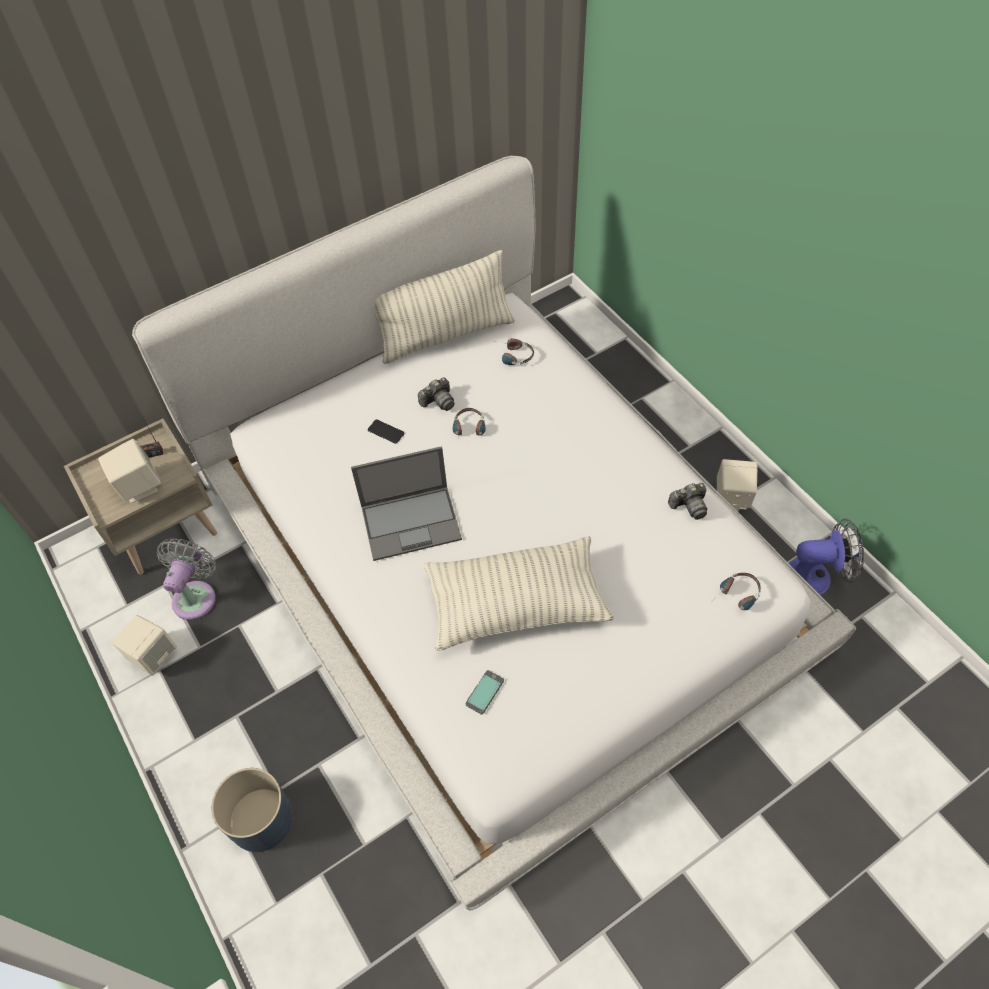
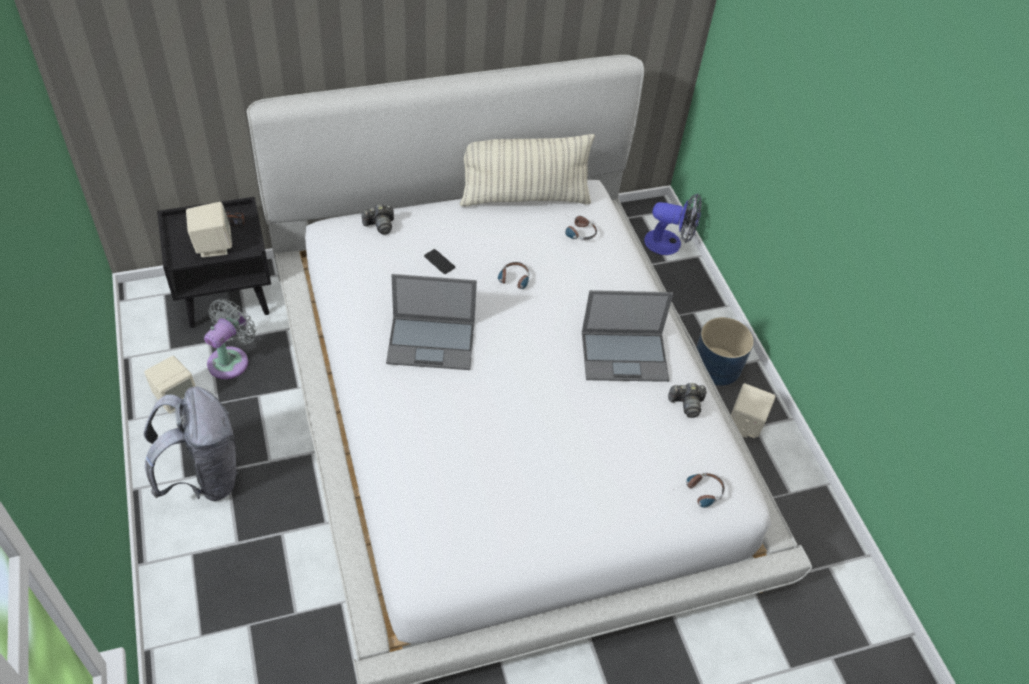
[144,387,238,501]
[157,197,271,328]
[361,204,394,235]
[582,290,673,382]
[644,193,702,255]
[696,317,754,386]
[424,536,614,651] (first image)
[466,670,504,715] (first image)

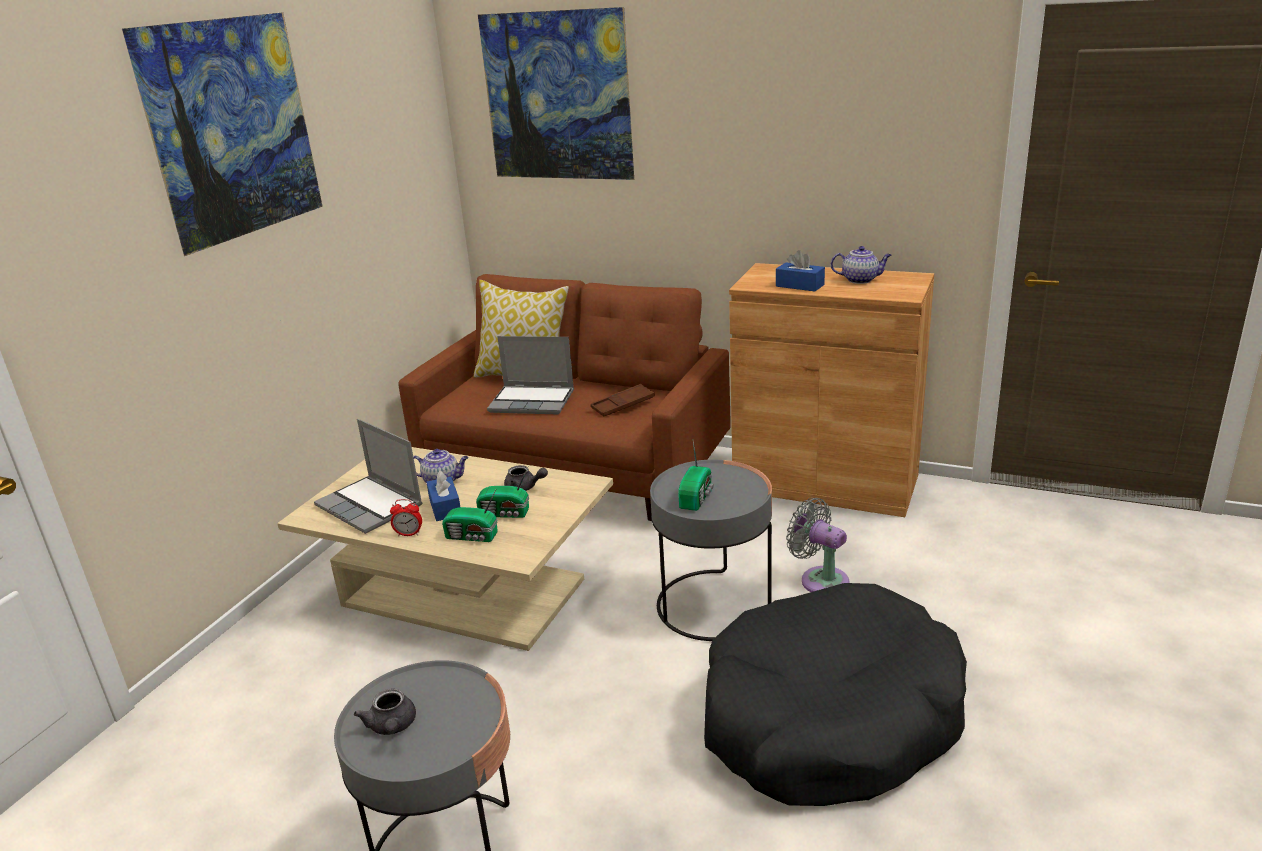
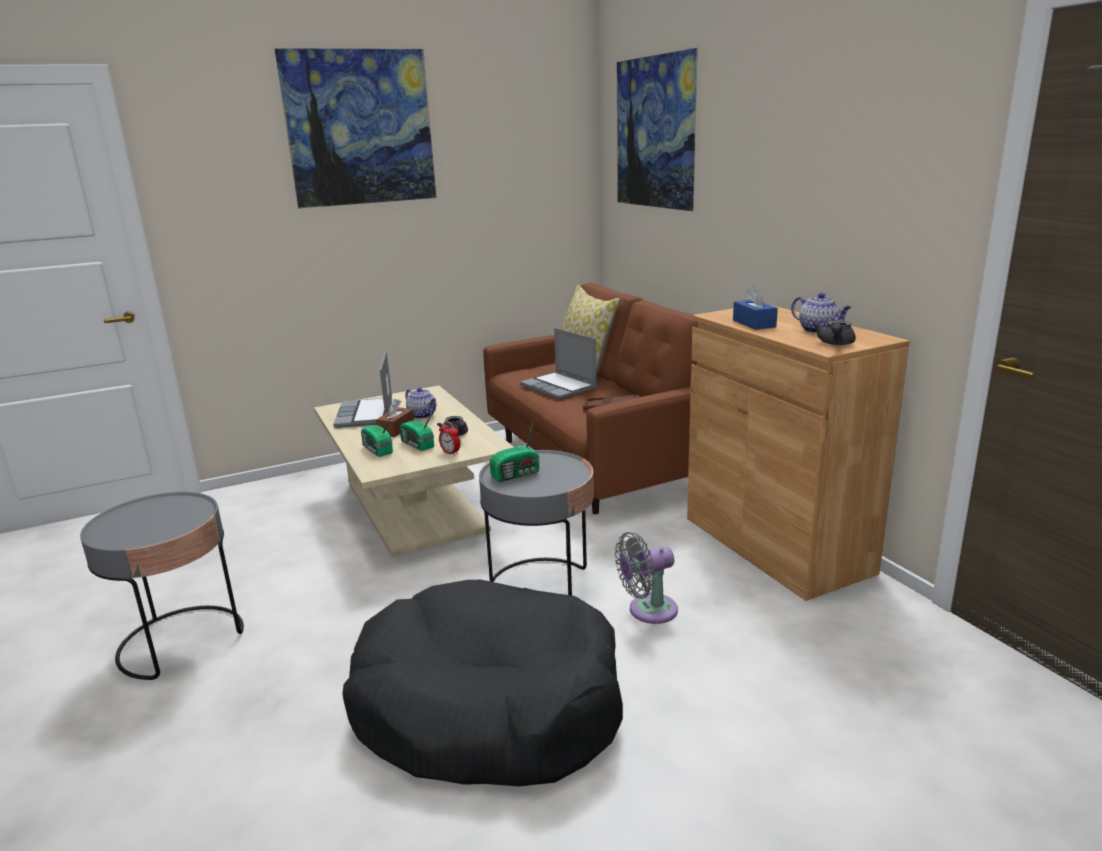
[376,399,414,437]
[439,421,460,456]
[615,532,678,624]
[813,320,856,345]

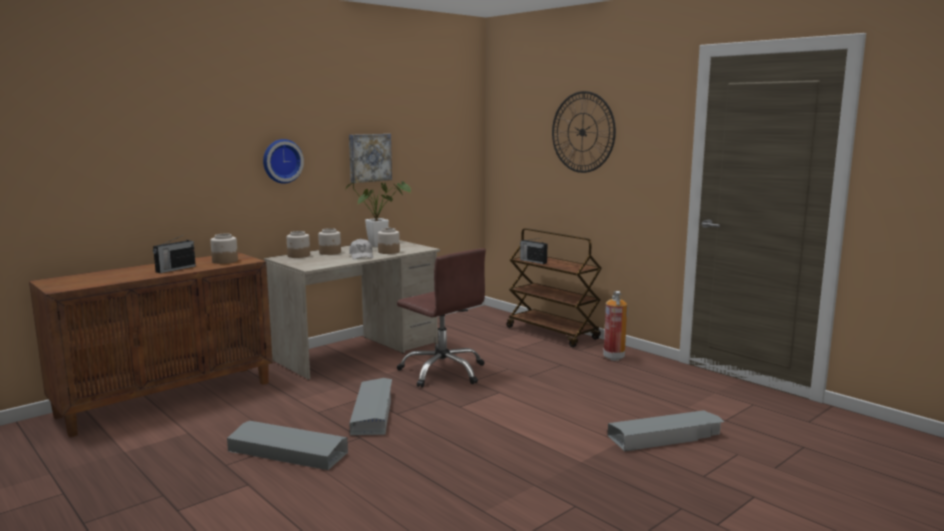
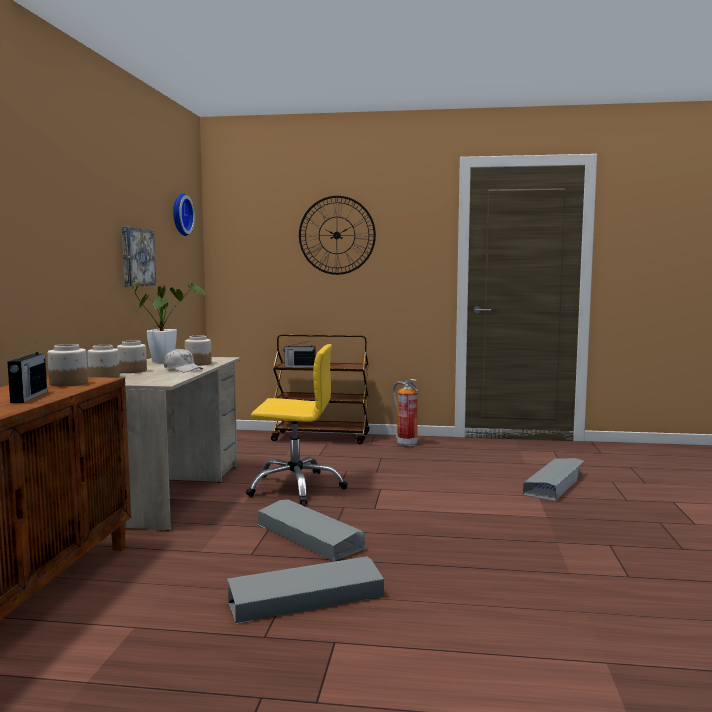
[173,193,195,236]
[246,344,348,504]

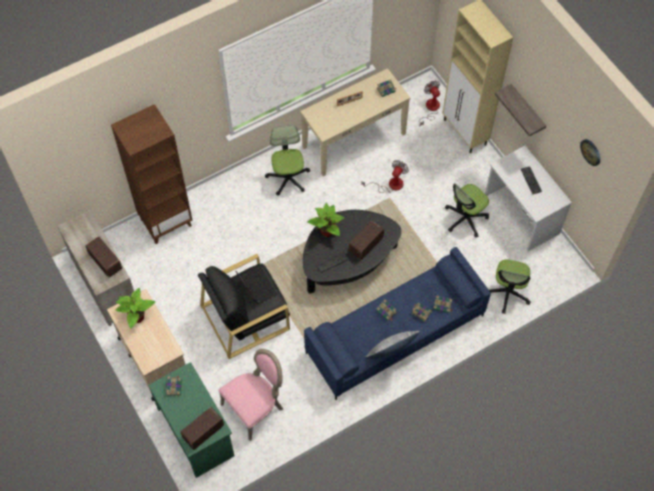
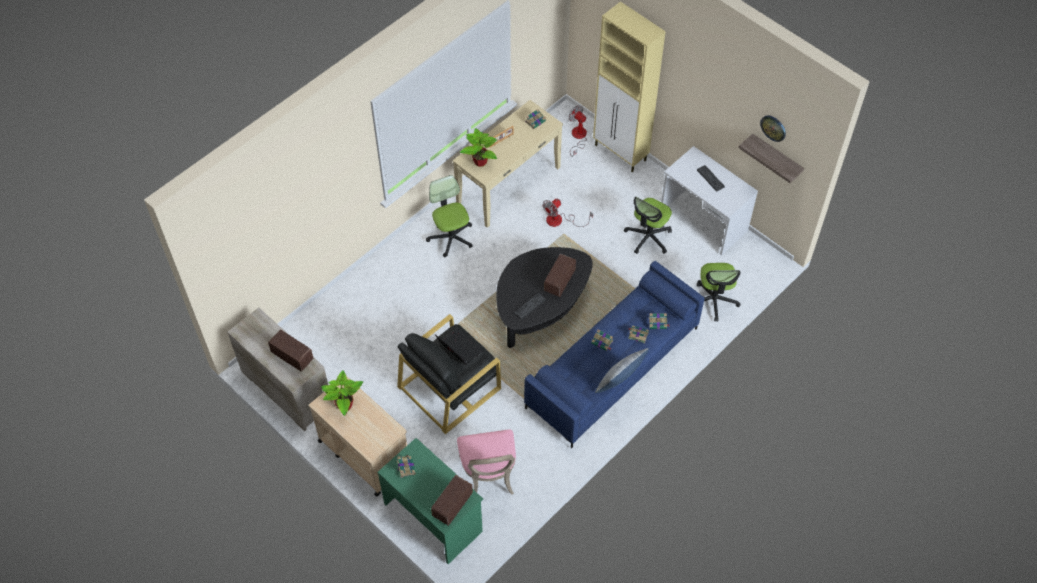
[457,429,516,495]
[460,128,497,167]
[542,199,593,227]
[739,134,804,183]
[111,104,192,244] (first image)

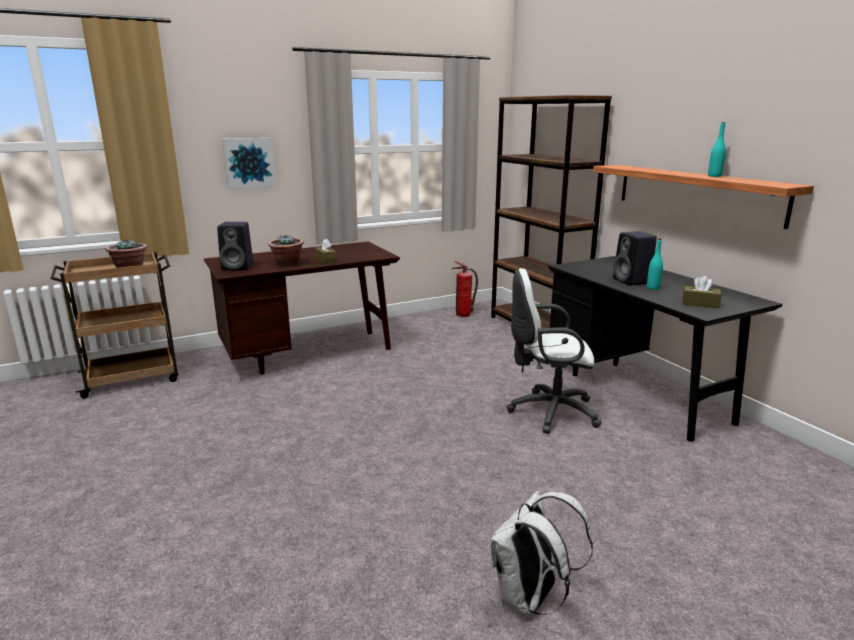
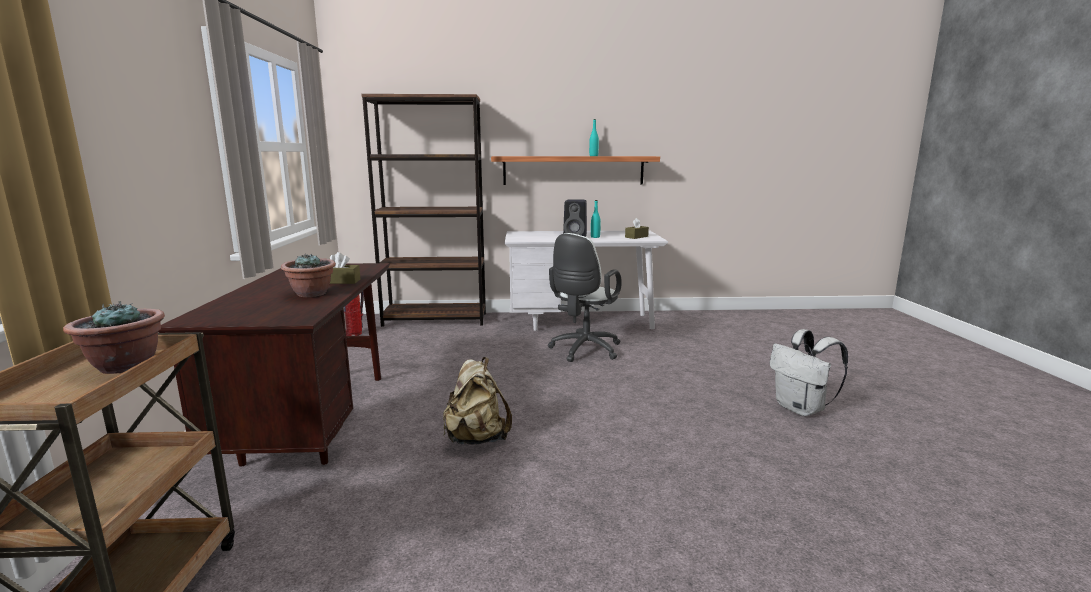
[443,357,512,445]
[505,230,668,331]
[217,222,253,270] (first image)
[222,138,276,189] (first image)

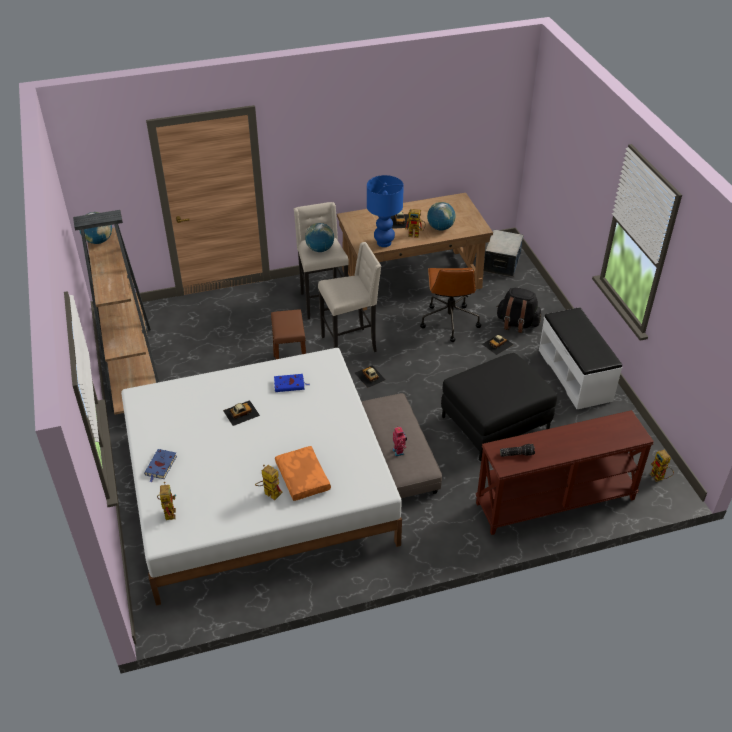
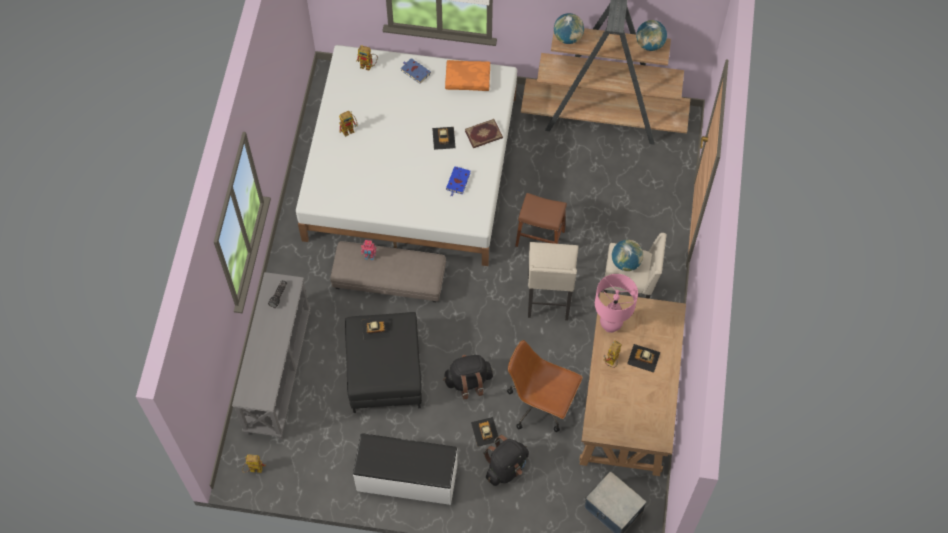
[232,272,311,440]
[362,317,391,340]
[443,355,493,399]
[445,60,490,91]
[465,119,503,148]
[554,13,584,44]
[595,274,638,333]

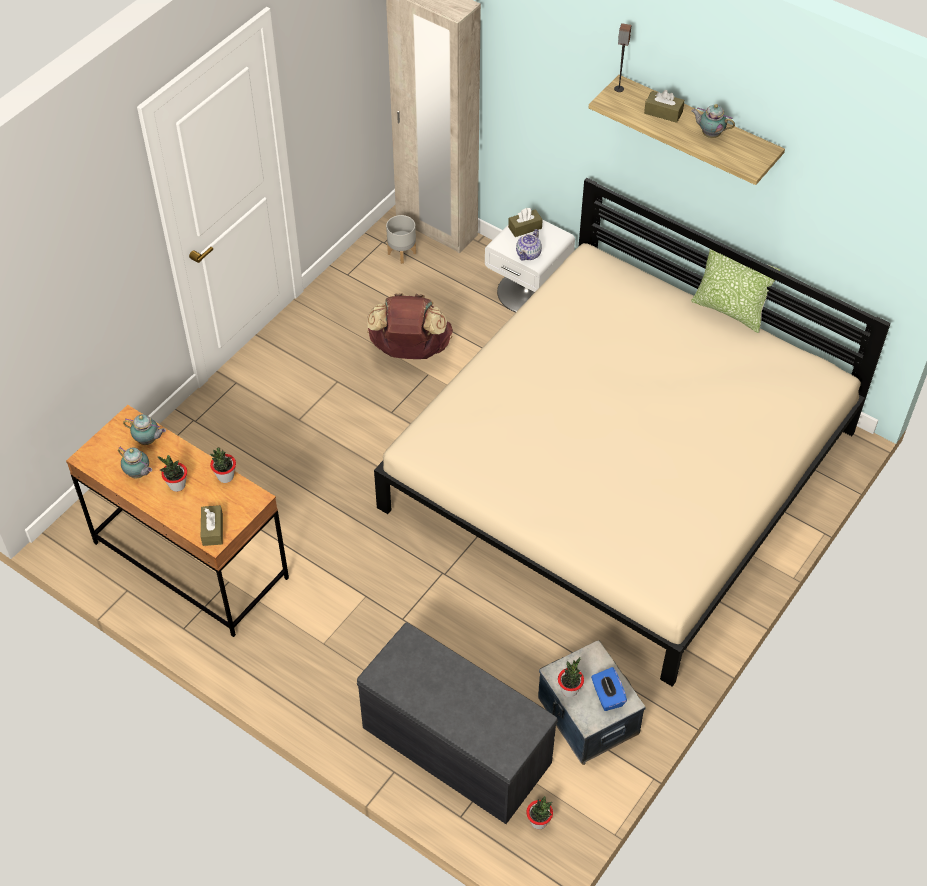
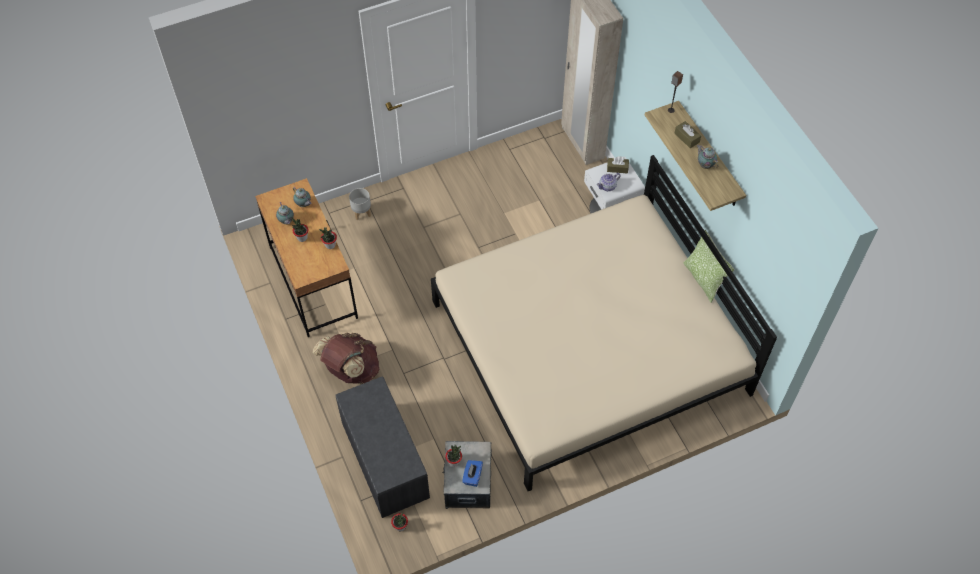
[312,333,379,384]
[349,188,371,220]
[201,505,223,546] (first image)

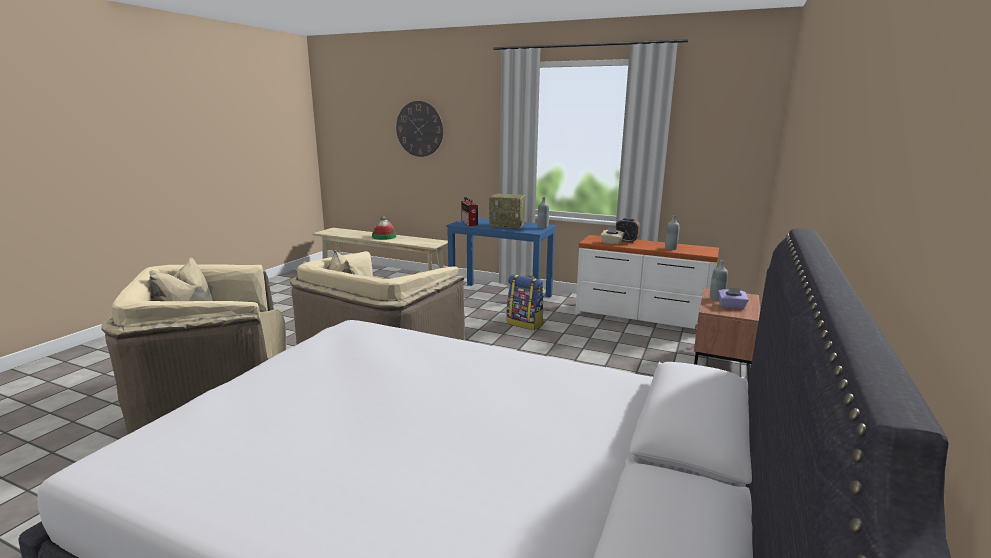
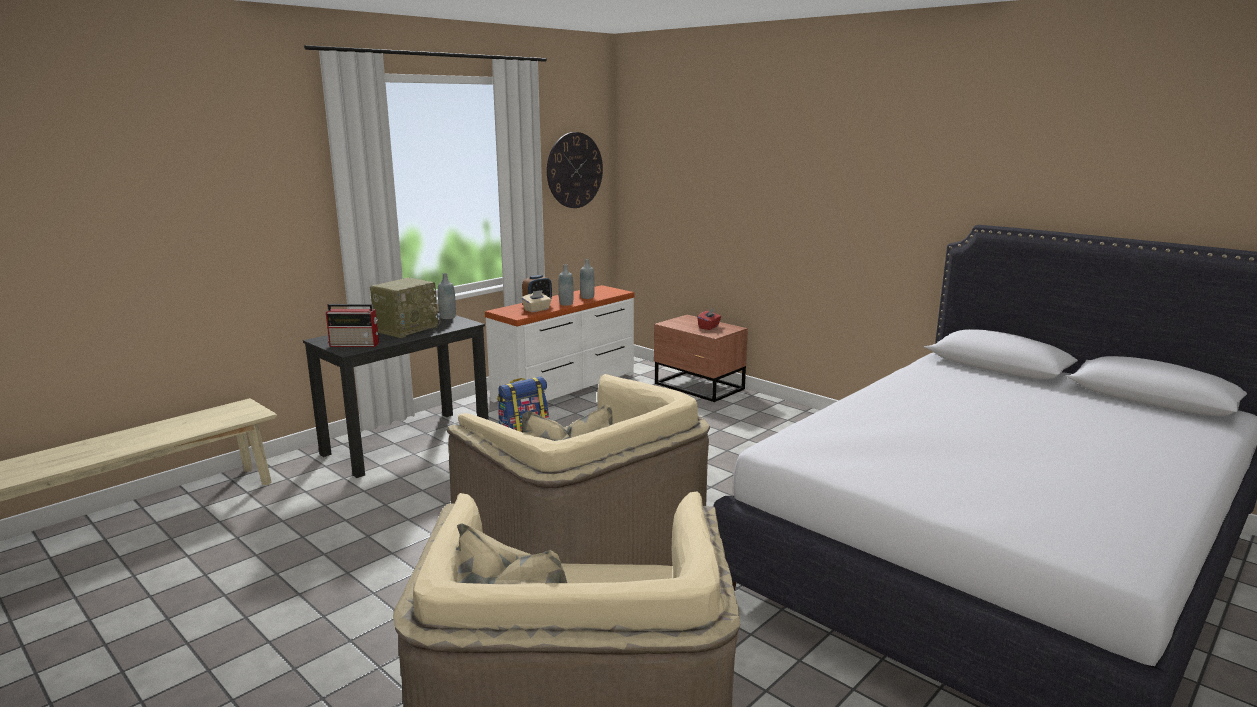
[303,312,489,478]
[547,132,603,208]
[558,264,574,306]
[697,308,721,330]
[372,216,396,240] (first image)

